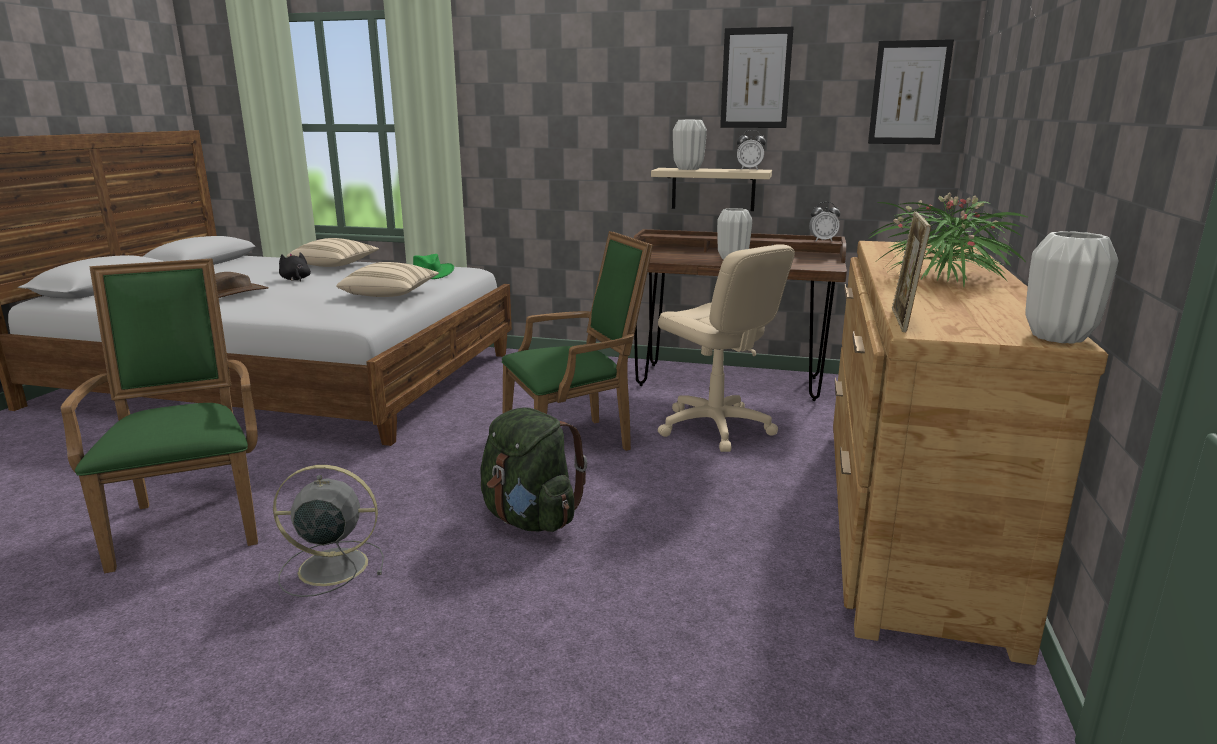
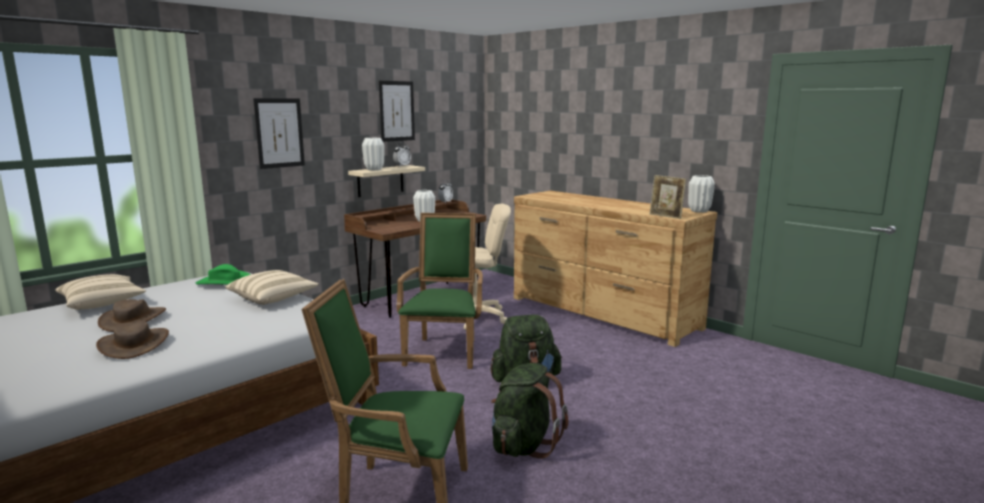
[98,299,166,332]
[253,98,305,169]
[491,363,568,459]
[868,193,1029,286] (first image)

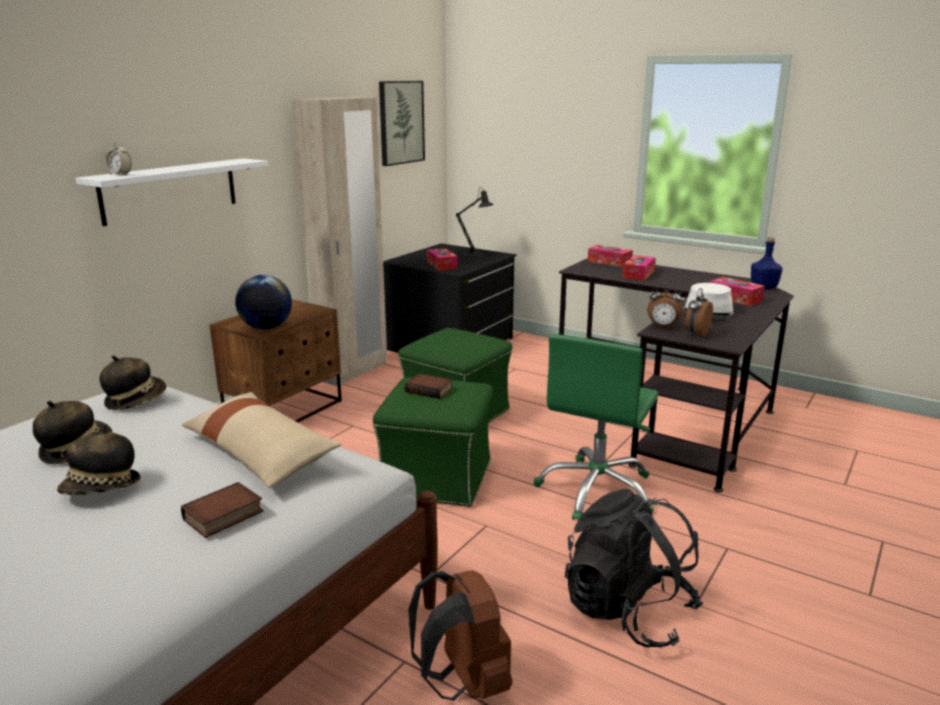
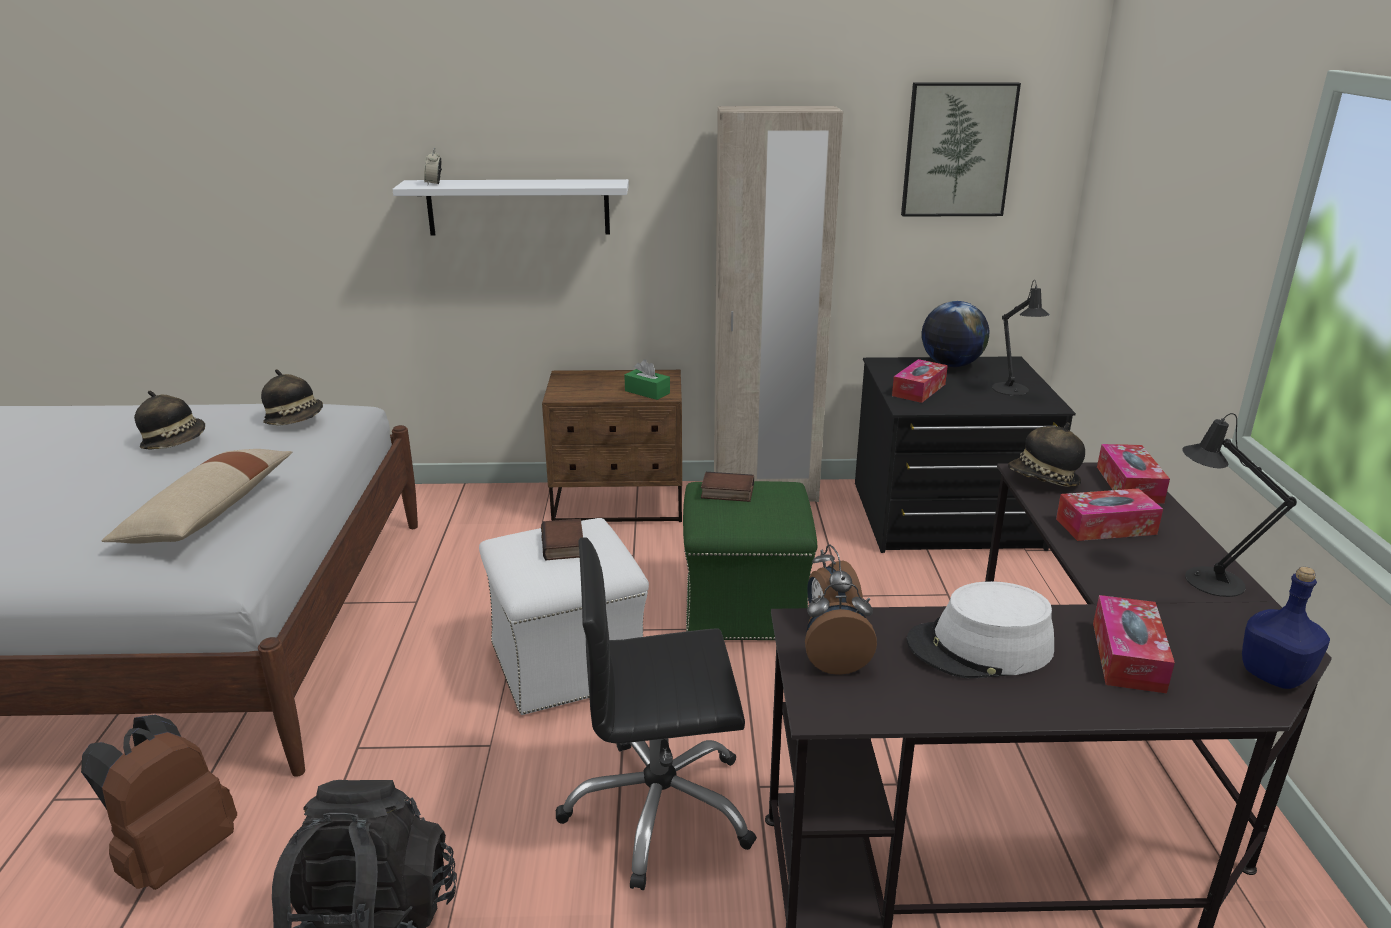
[479,518,649,715]
[556,537,757,890]
[624,359,670,400]
[701,472,754,502]
[922,301,989,367]
[1008,423,1085,487]
[1182,413,1297,597]

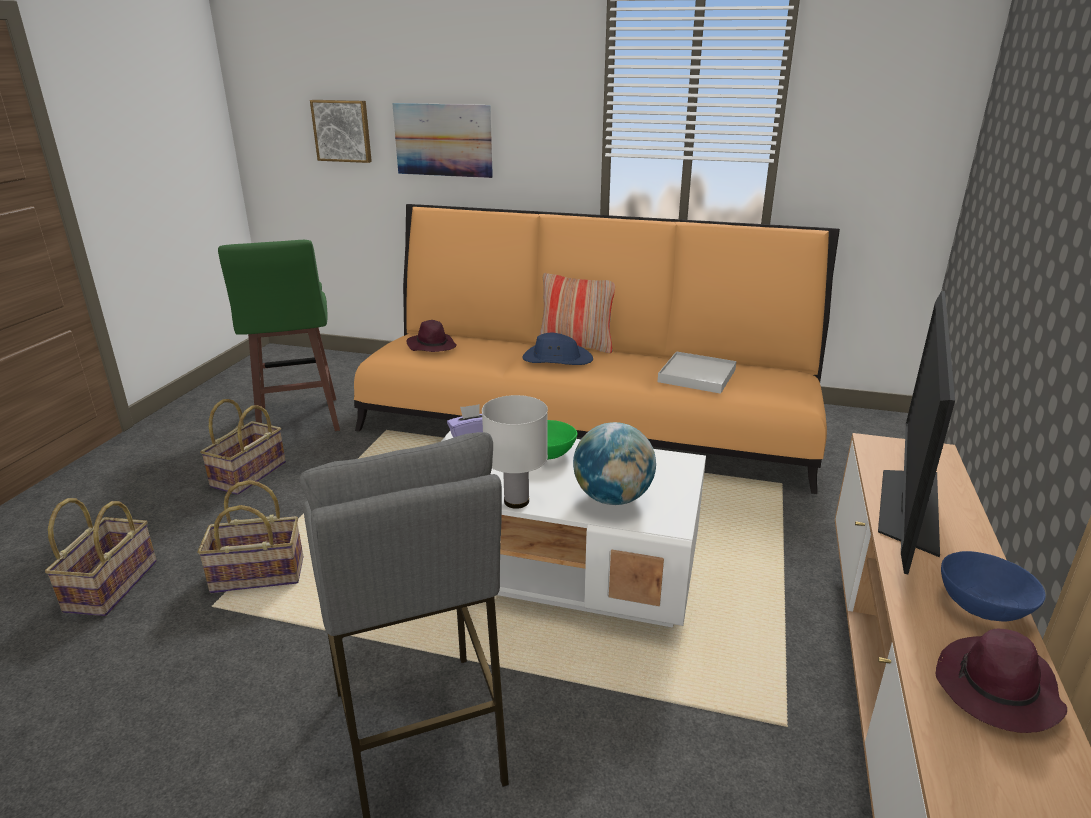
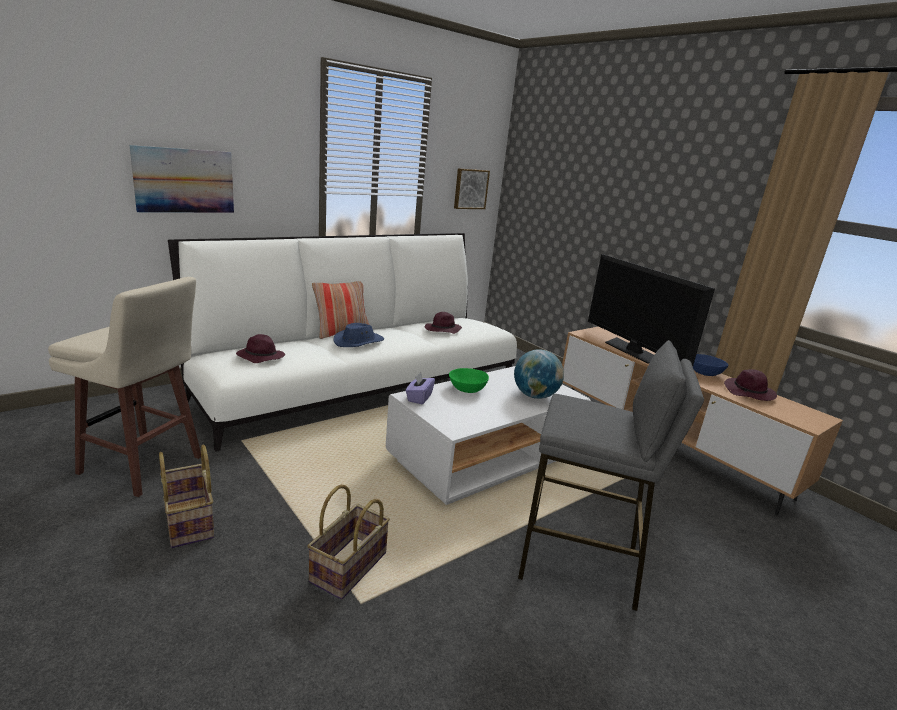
[48,277,201,497]
[168,233,517,452]
[425,312,462,334]
[454,168,490,209]
[45,498,157,616] (first image)
[482,395,548,509] (first image)

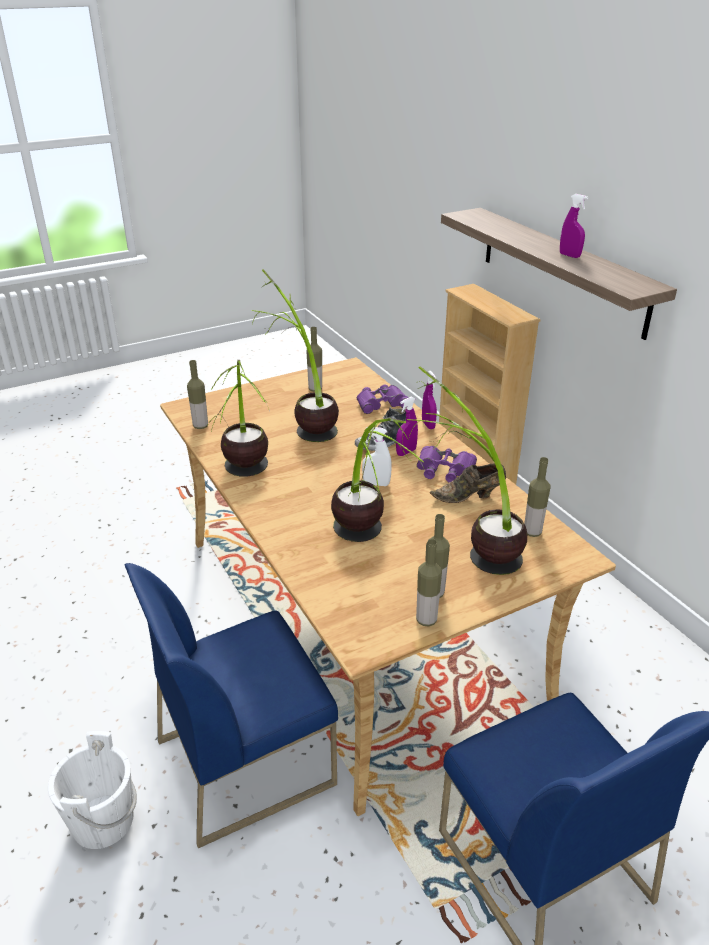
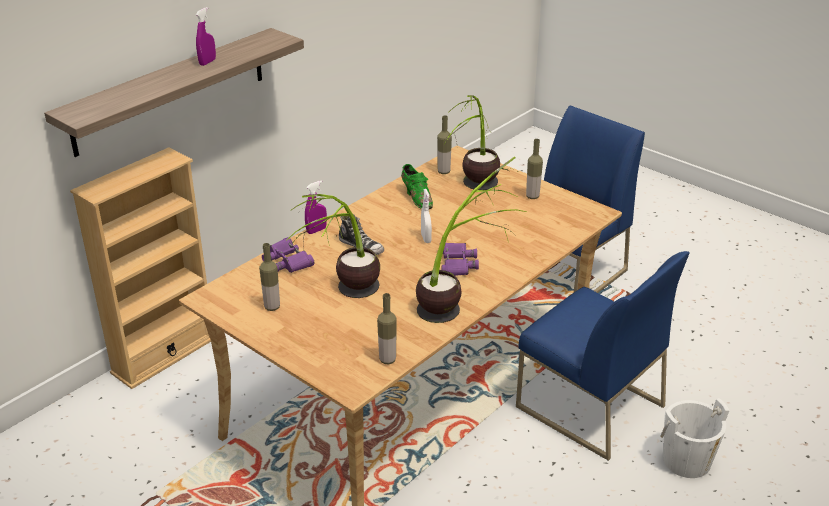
[401,164,433,209]
[442,243,479,276]
[331,418,425,542] (first image)
[396,397,418,456] (first image)
[416,539,442,626] (first image)

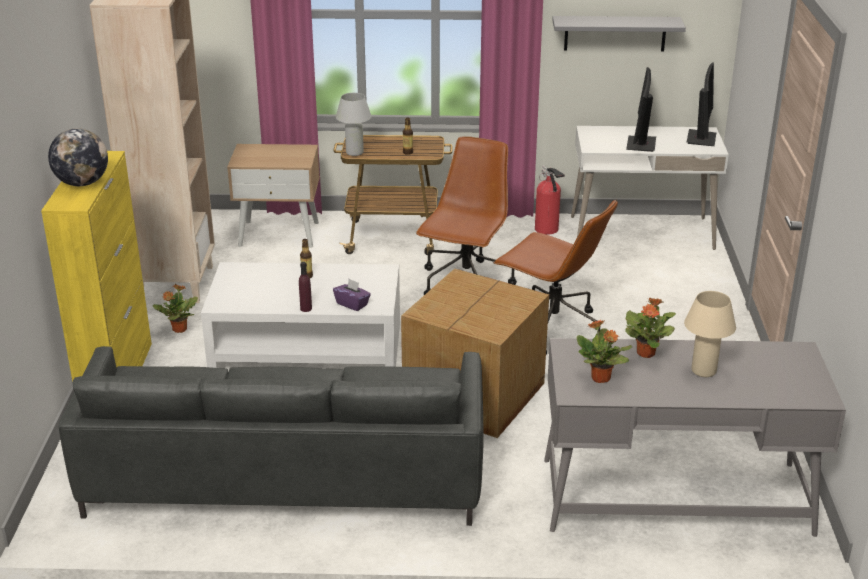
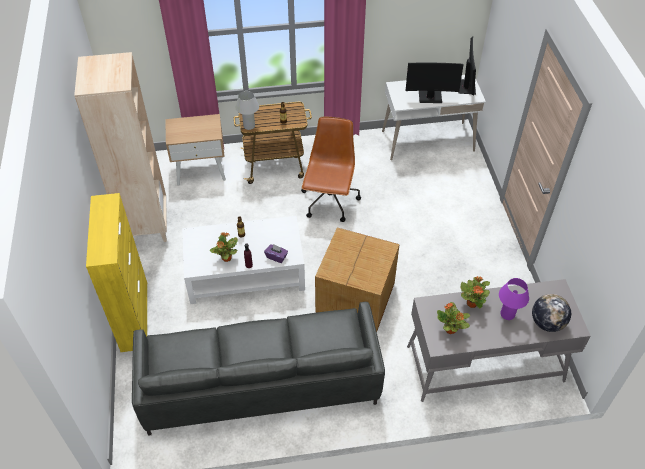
[210,232,238,262]
[405,63,464,103]
[499,278,529,320]
[532,294,571,332]
[493,199,618,354] (first image)
[535,165,565,235] (first image)
[552,16,686,51] (first image)

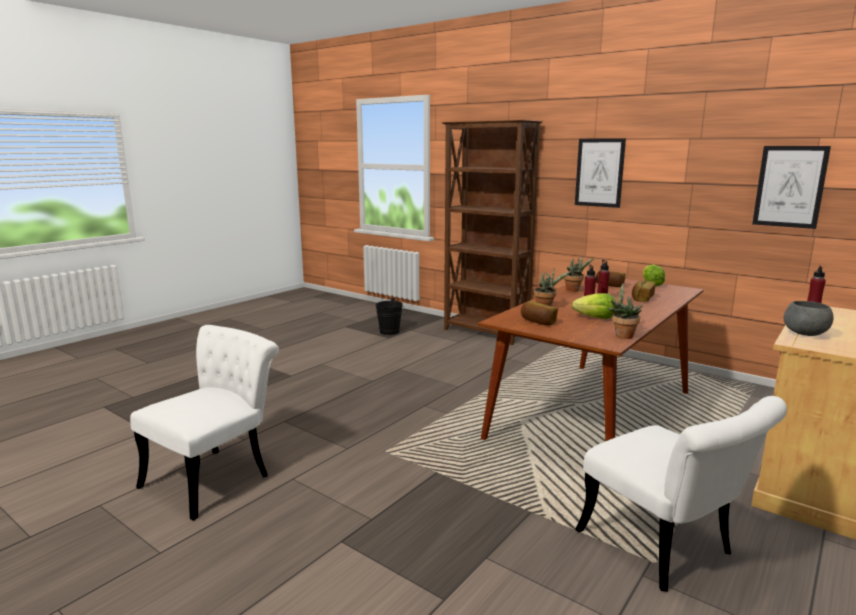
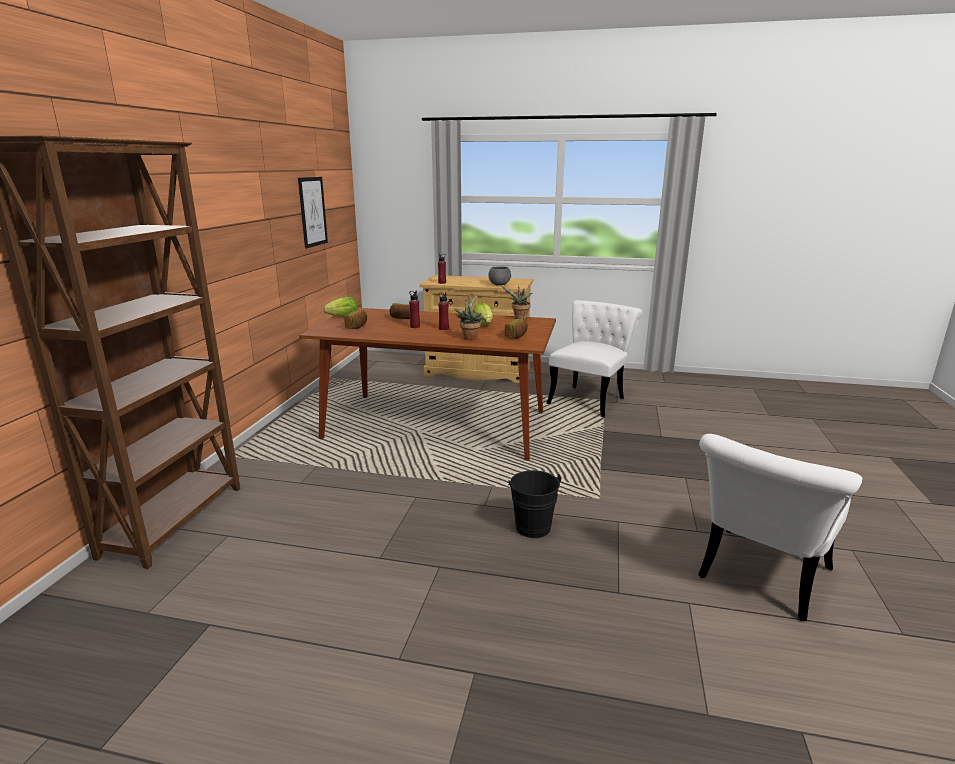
[508,470,561,538]
[698,434,863,621]
[564,254,594,292] (first image)
[575,138,626,208] (first image)

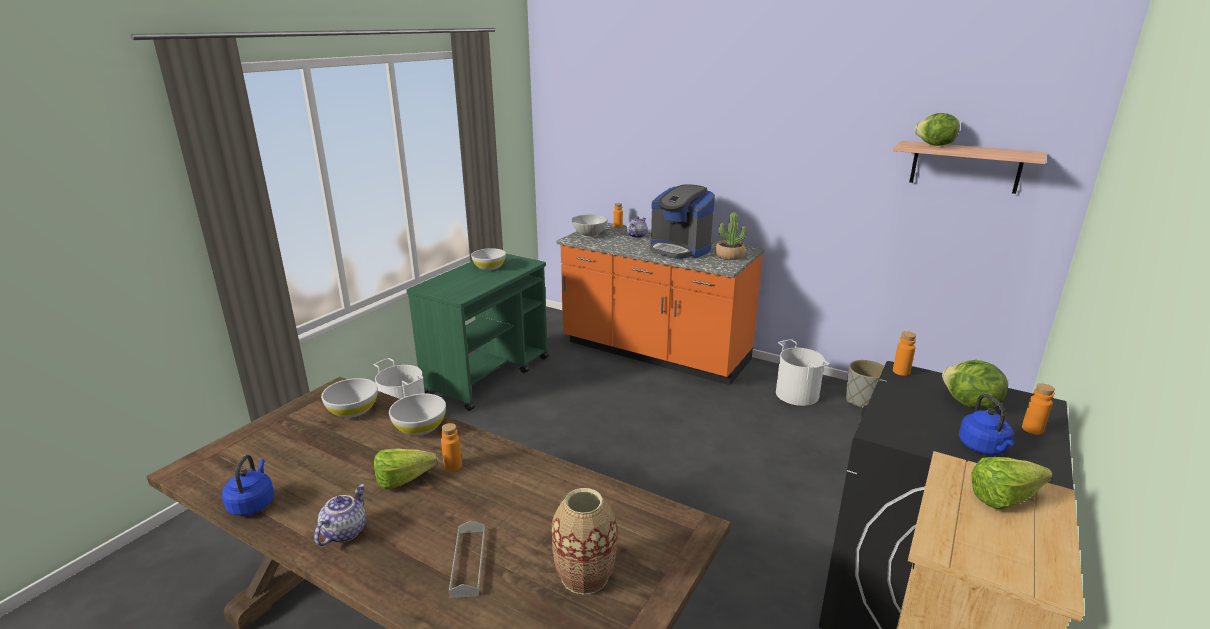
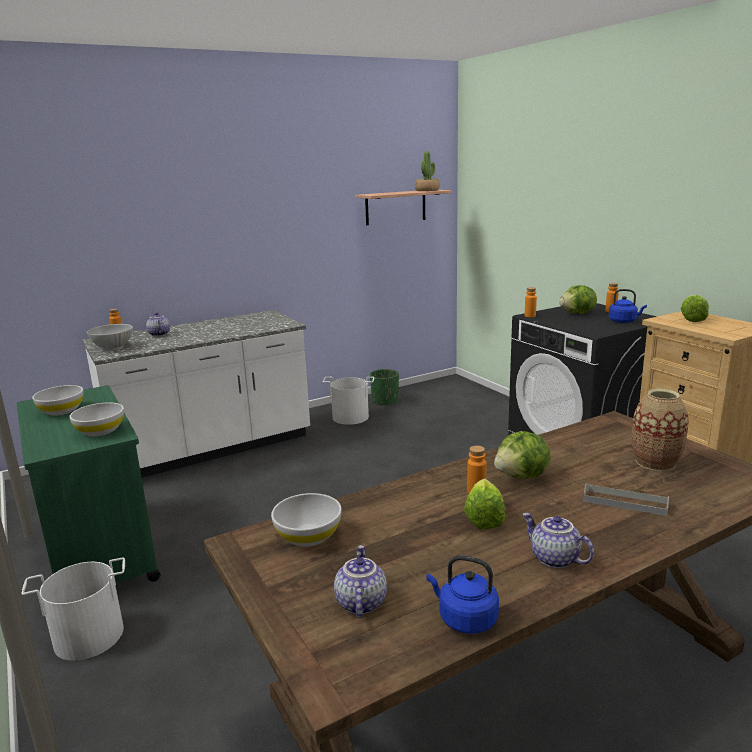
[69,402,124,436]
[82,310,310,477]
[334,545,387,618]
[370,369,399,406]
[415,151,440,191]
[494,431,551,479]
[650,185,715,259] (first image)

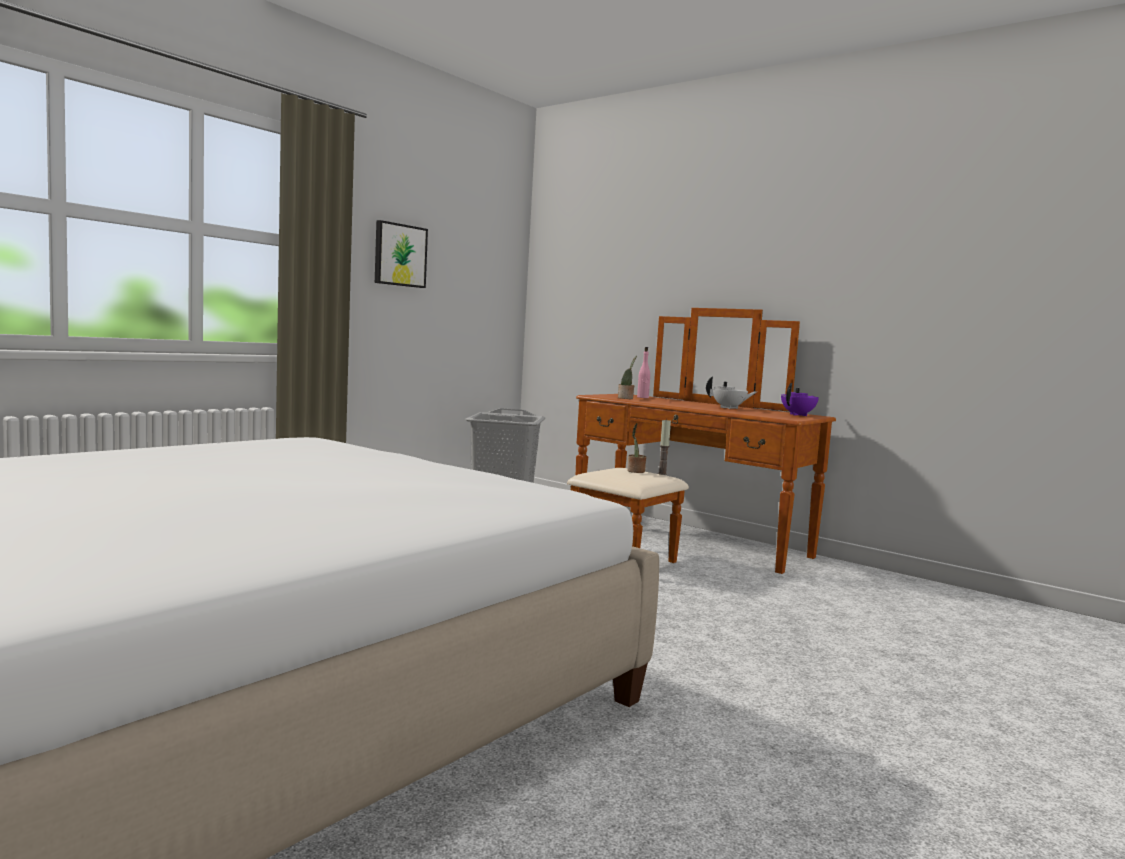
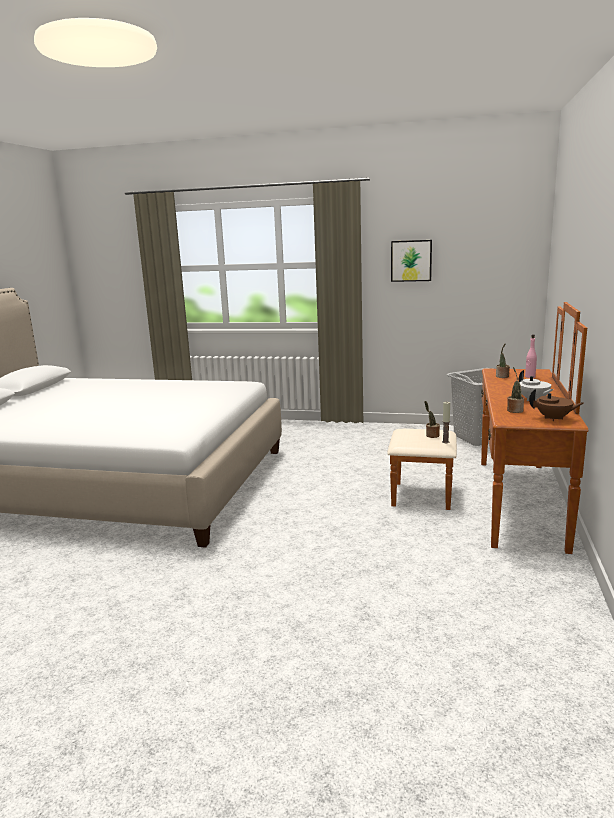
[507,367,524,413]
[529,389,584,421]

